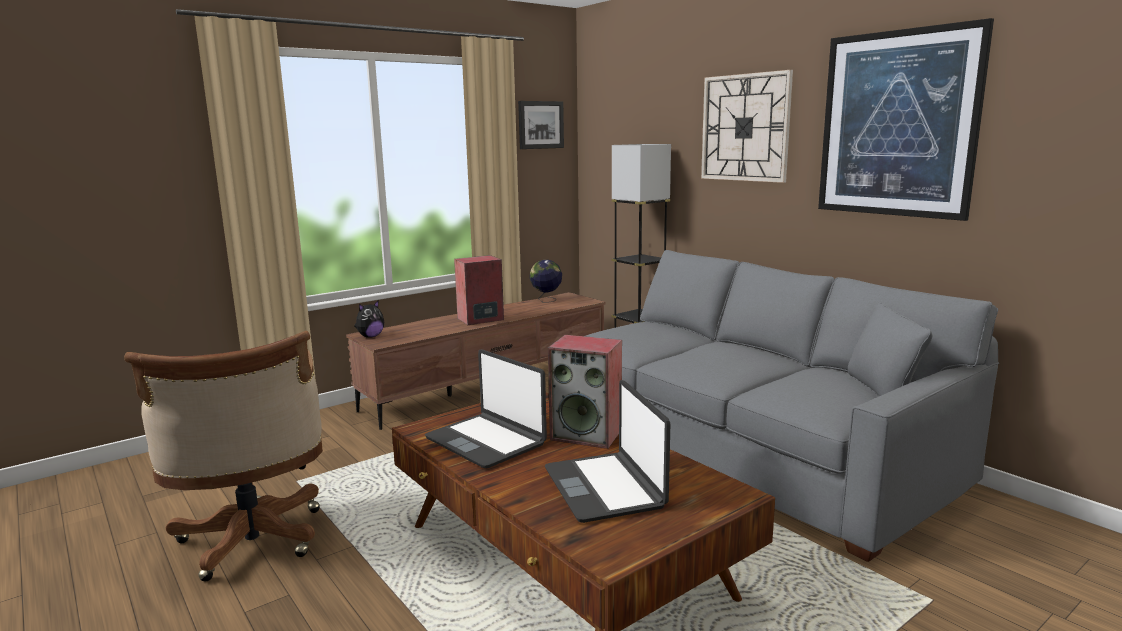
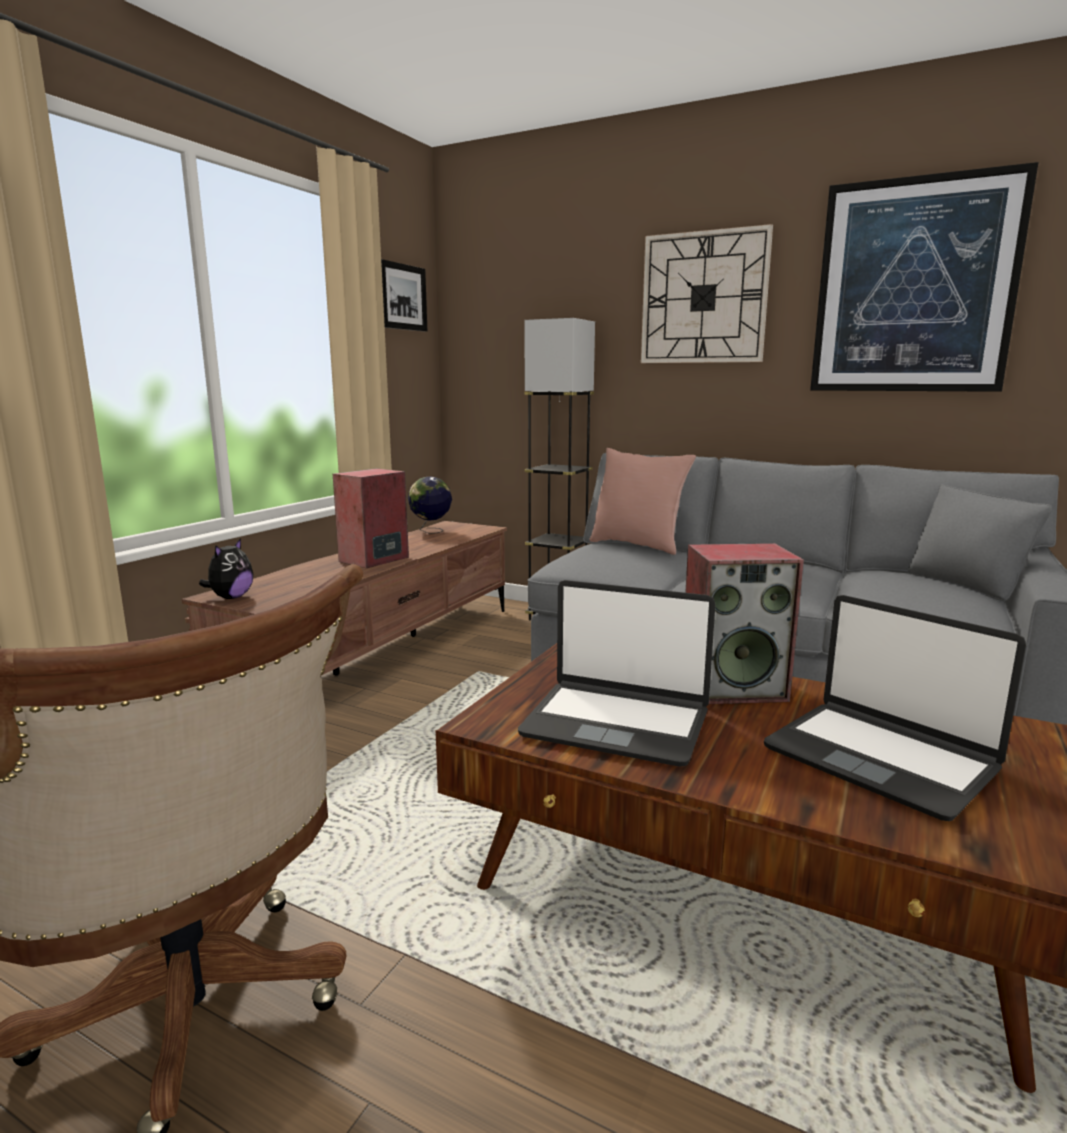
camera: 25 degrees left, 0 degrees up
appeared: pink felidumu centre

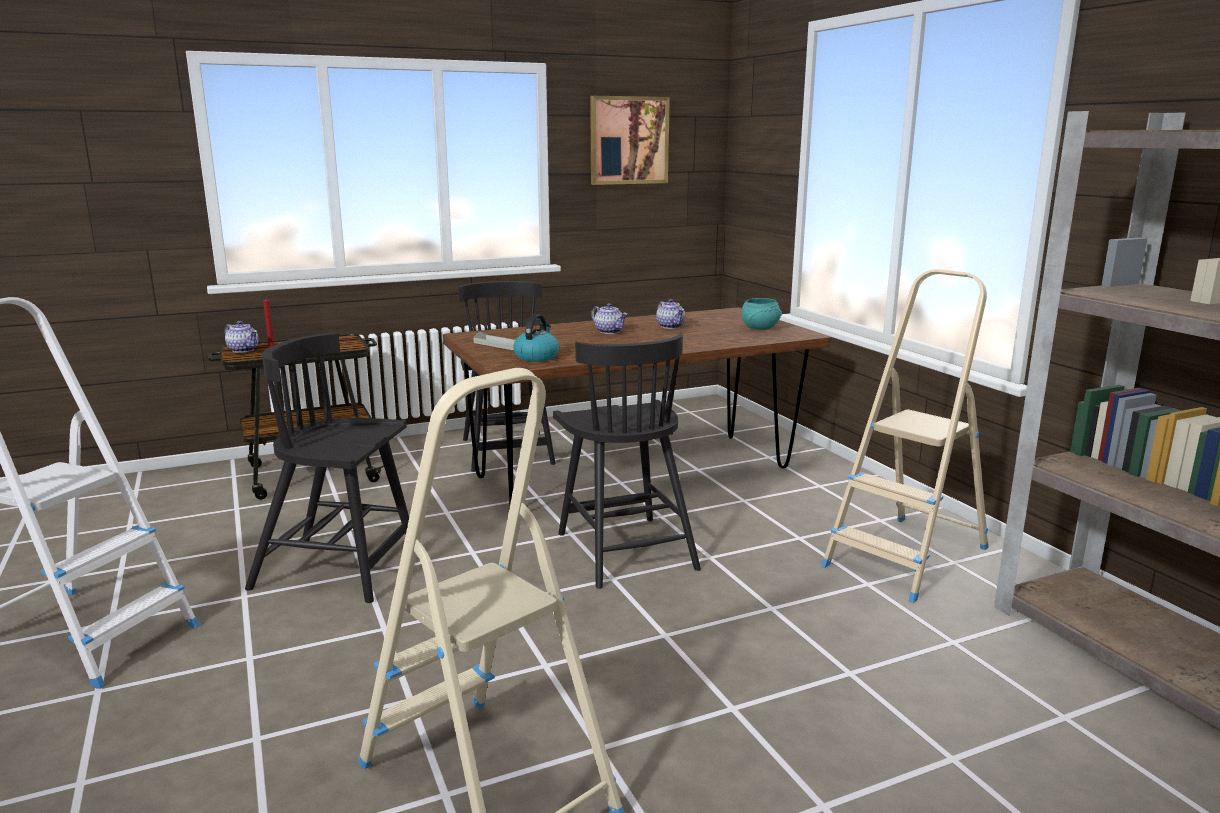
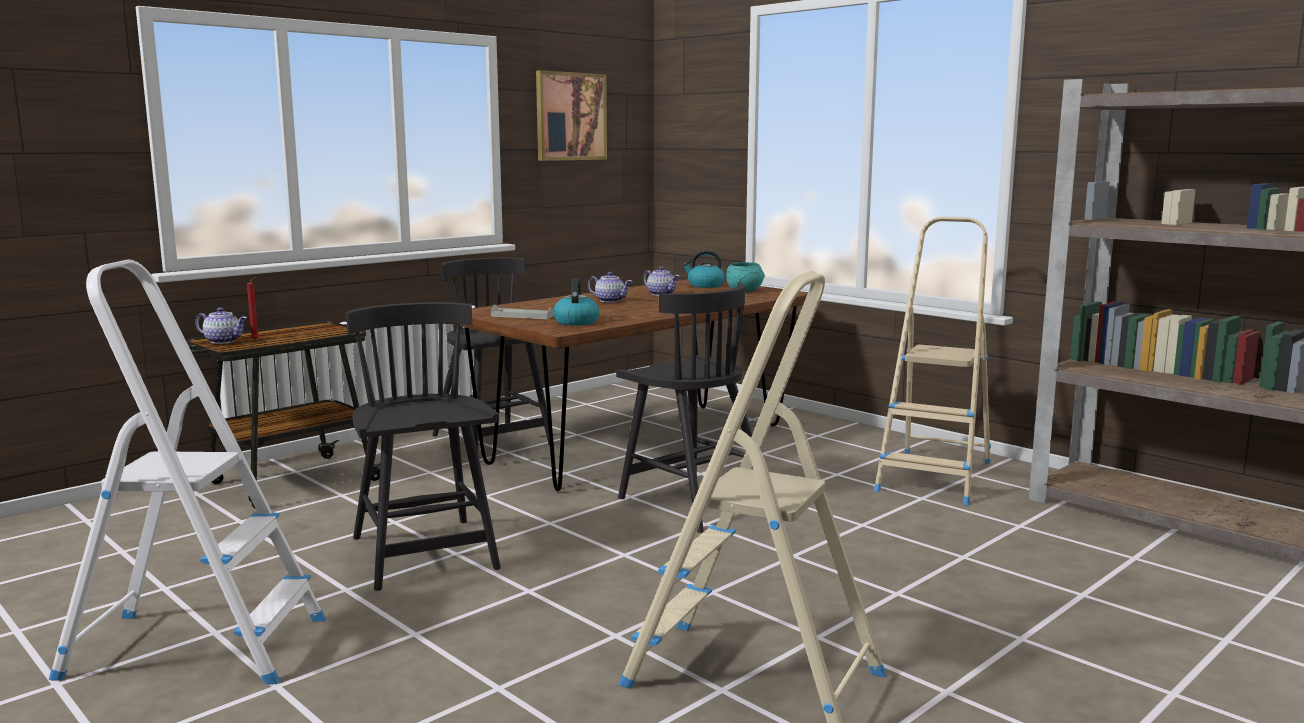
camera: 20 degrees left, 5 degrees down
appeared: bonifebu (no. 2 from left) centre
spun: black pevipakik (no. 1 from left) middle left = middle left 75 degrees clockwise

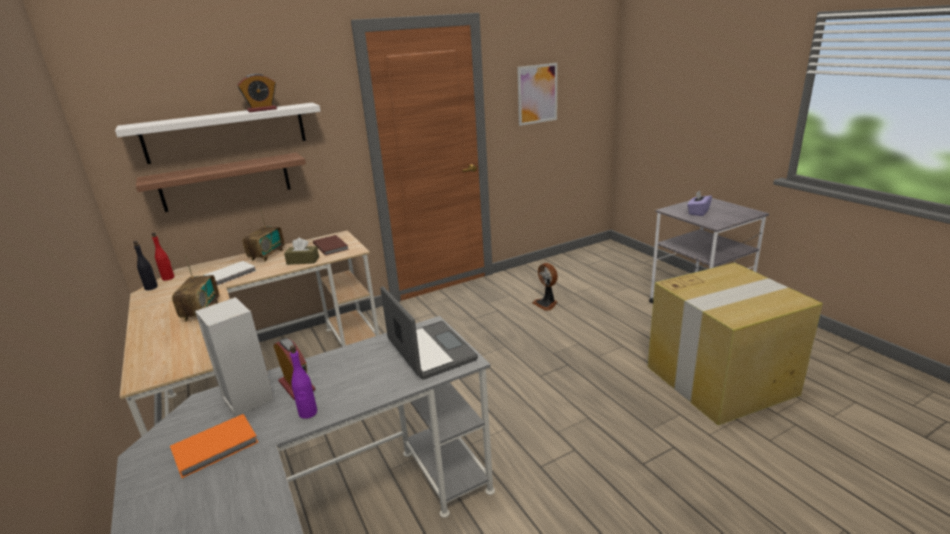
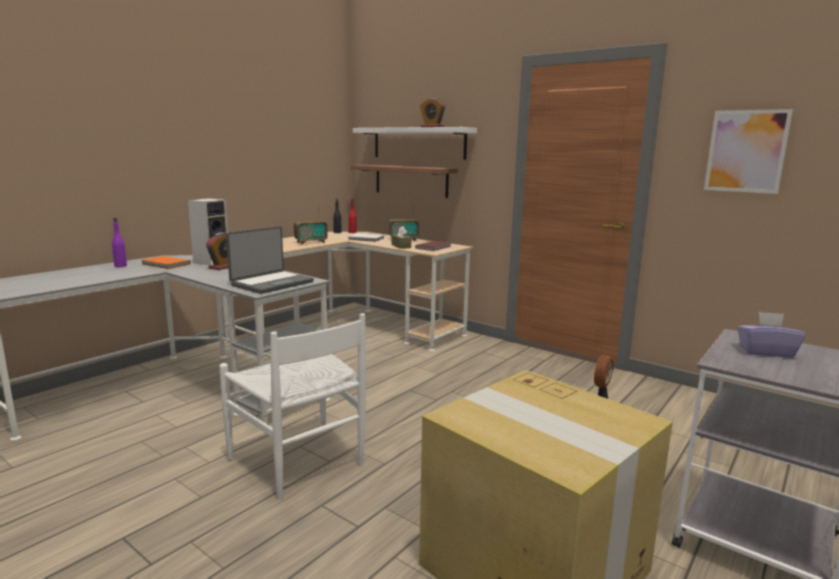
camera: 65 degrees right, 10 degrees down
appeared: white pevipakik bottom centre
relocated: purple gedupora bottom left to middle left

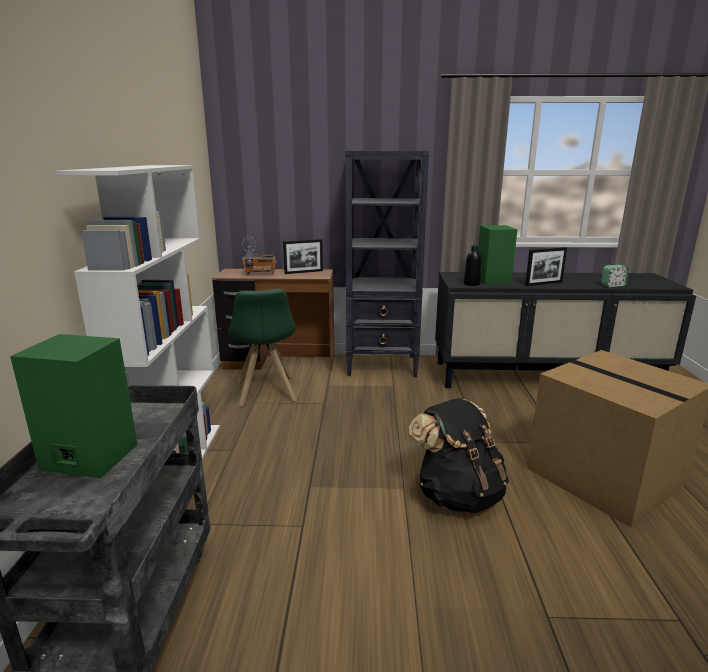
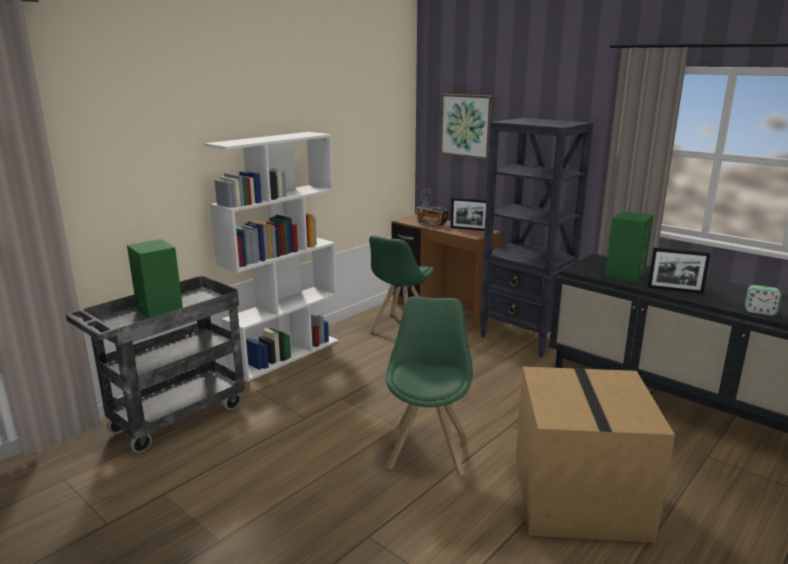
camera: 40 degrees right, 0 degrees up
missing: black gedupora middle right
appeared: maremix top centre
exchanged: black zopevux bottom centre to green pevipakik (no. 2 from left) bottom centre

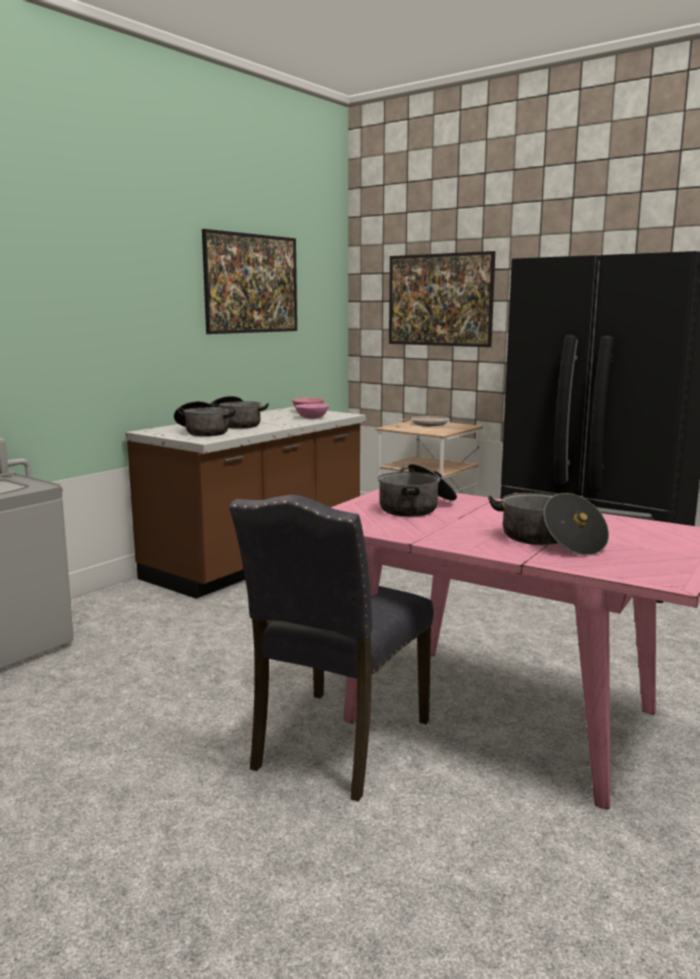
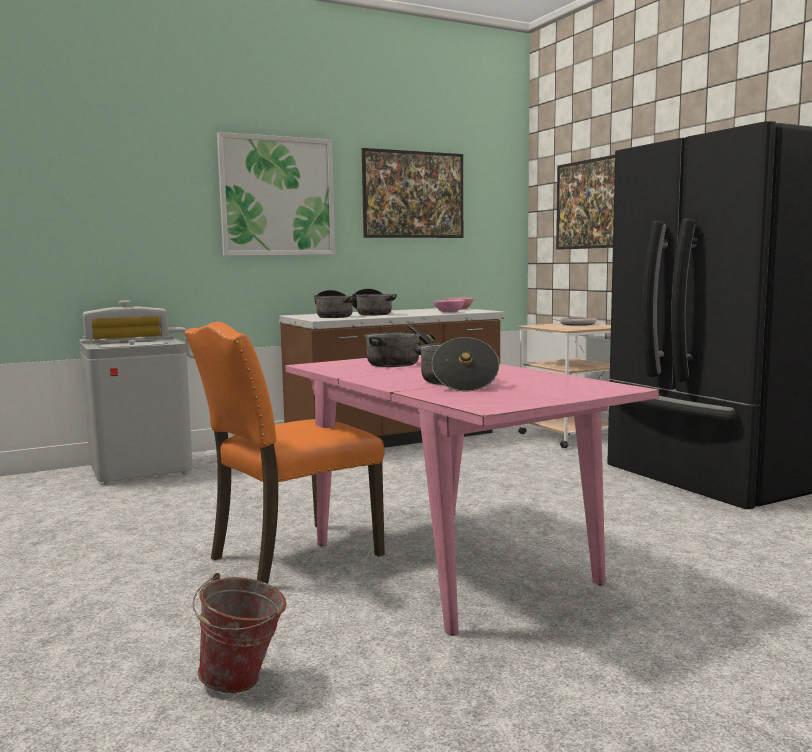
camera: 25 degrees right, 5 degrees down
appeared: maremix (no. 1 from left) top centre; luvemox bottom left
colour: grey pevipakik centre to orange pevipakik centre

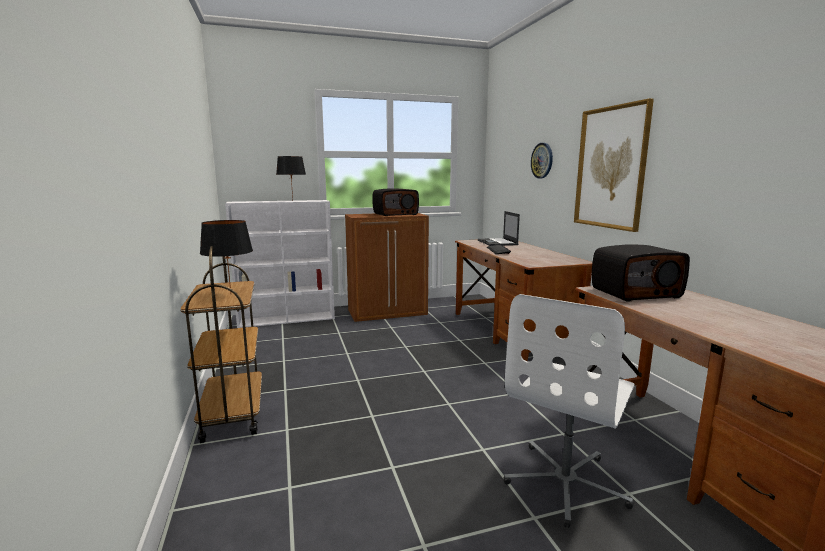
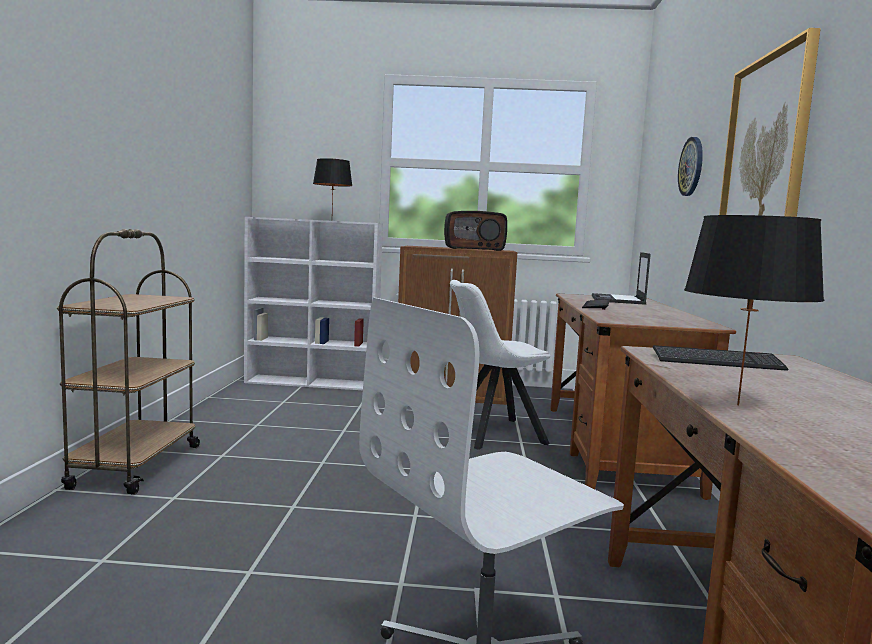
camera: 20 degrees right, 5 degrees down
appeared: white pevipakik centre
relocated: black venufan (no. 1 from left in the first image) middle left to black venufan (no. 2 from left) middle right
exchanged: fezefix (no. 2 from left) middle right to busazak (no. 2 from left) middle right

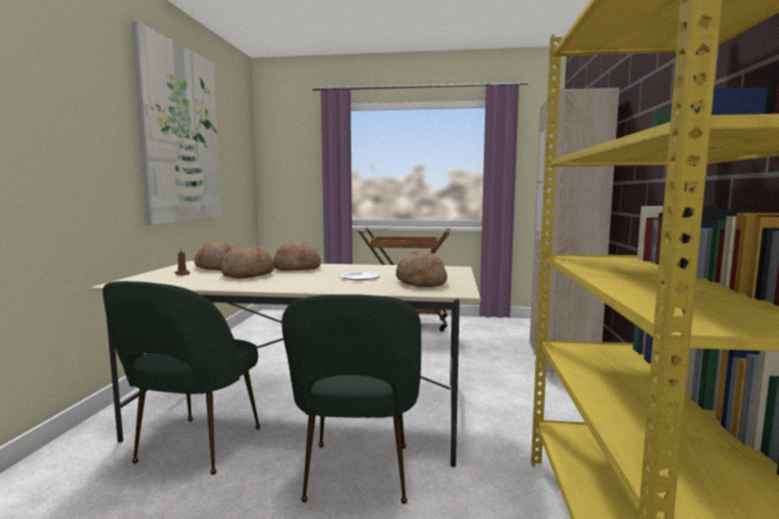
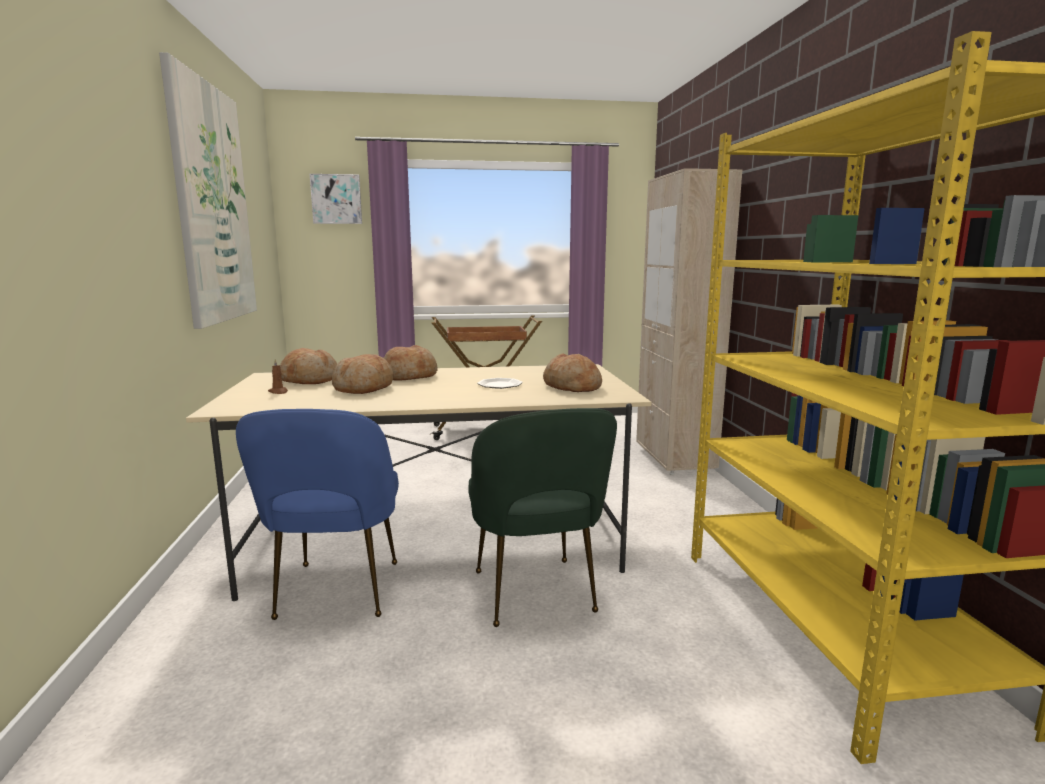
camera: 15 degrees left, 5 degrees up
appeared: maremix (no. 2 from left) top left
colour: green pevipakik (no. 1 from left) bottom left to blue pevipakik middle left

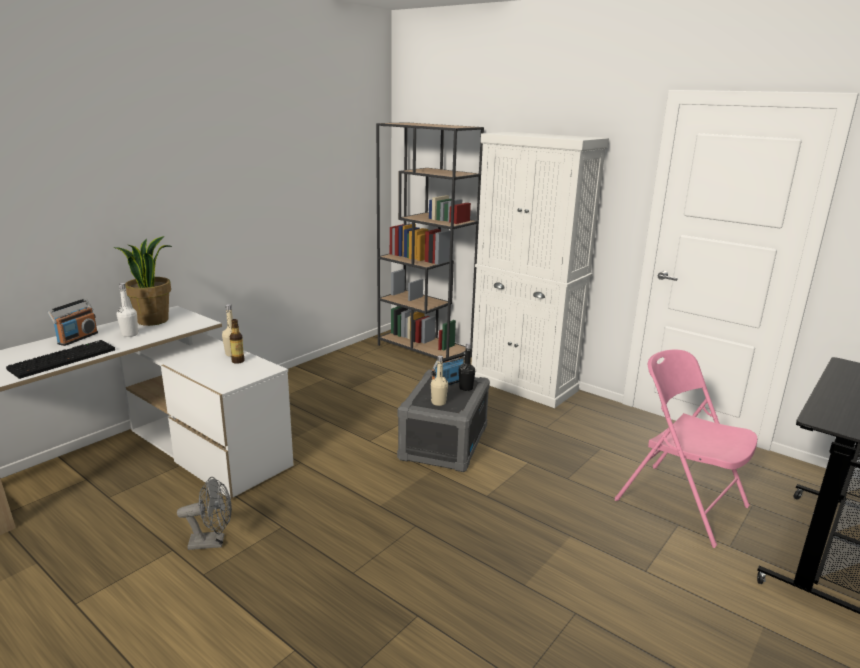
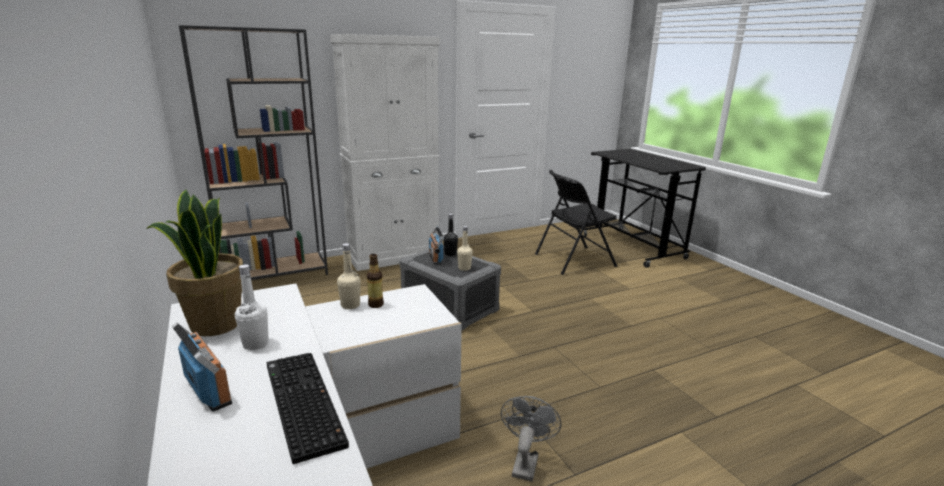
camera: 65 degrees left, 0 degrees up
colour: pink pevipakik bottom right to black pevipakik centre

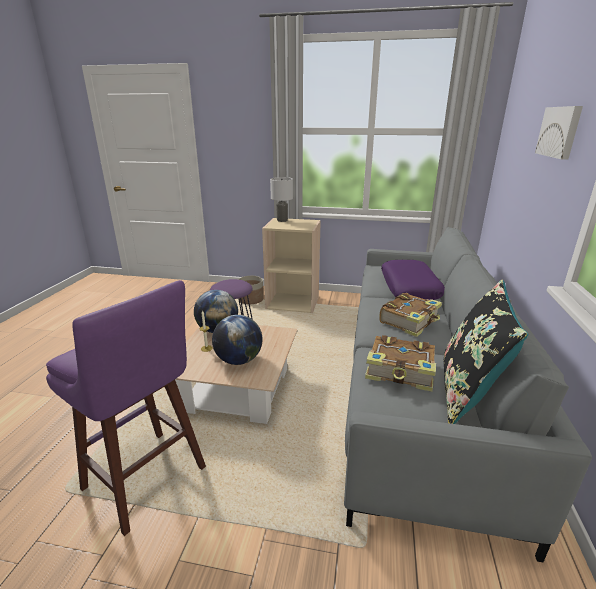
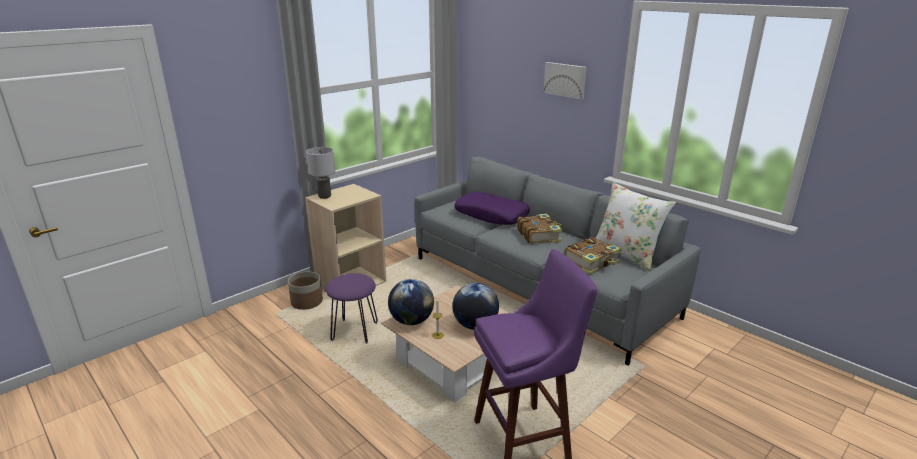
camera: 55 degrees left, 0 degrees up
colour: black felidumu middle right to white felidumu middle right

